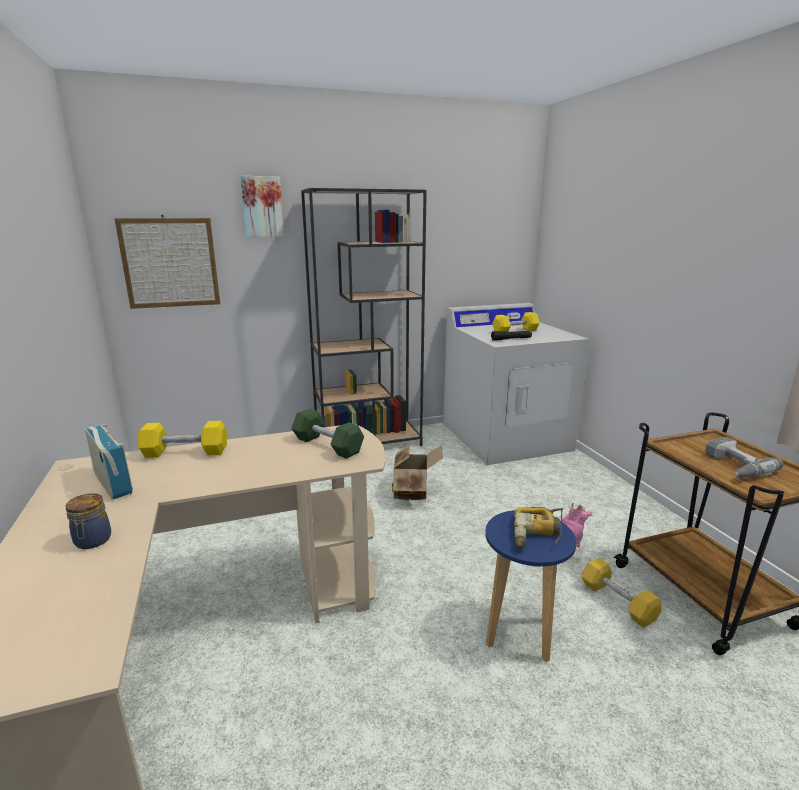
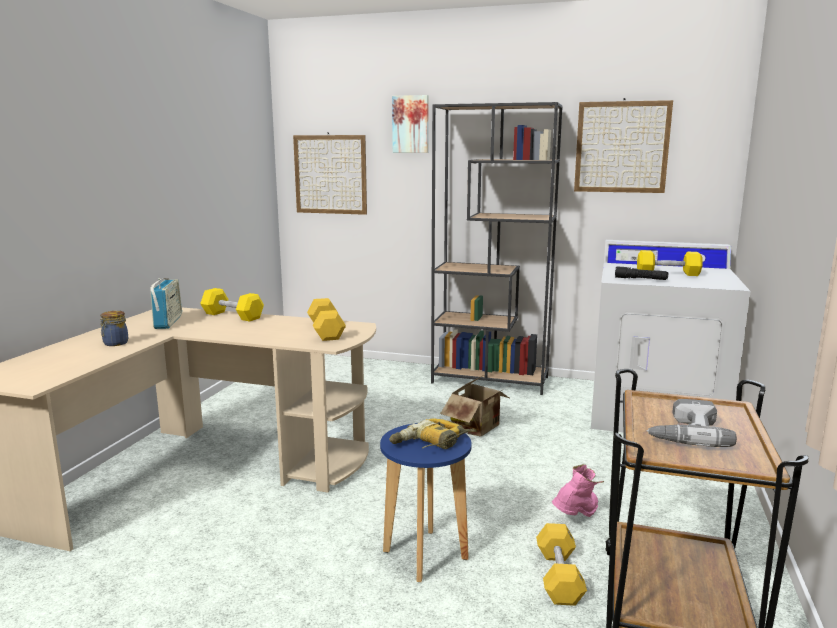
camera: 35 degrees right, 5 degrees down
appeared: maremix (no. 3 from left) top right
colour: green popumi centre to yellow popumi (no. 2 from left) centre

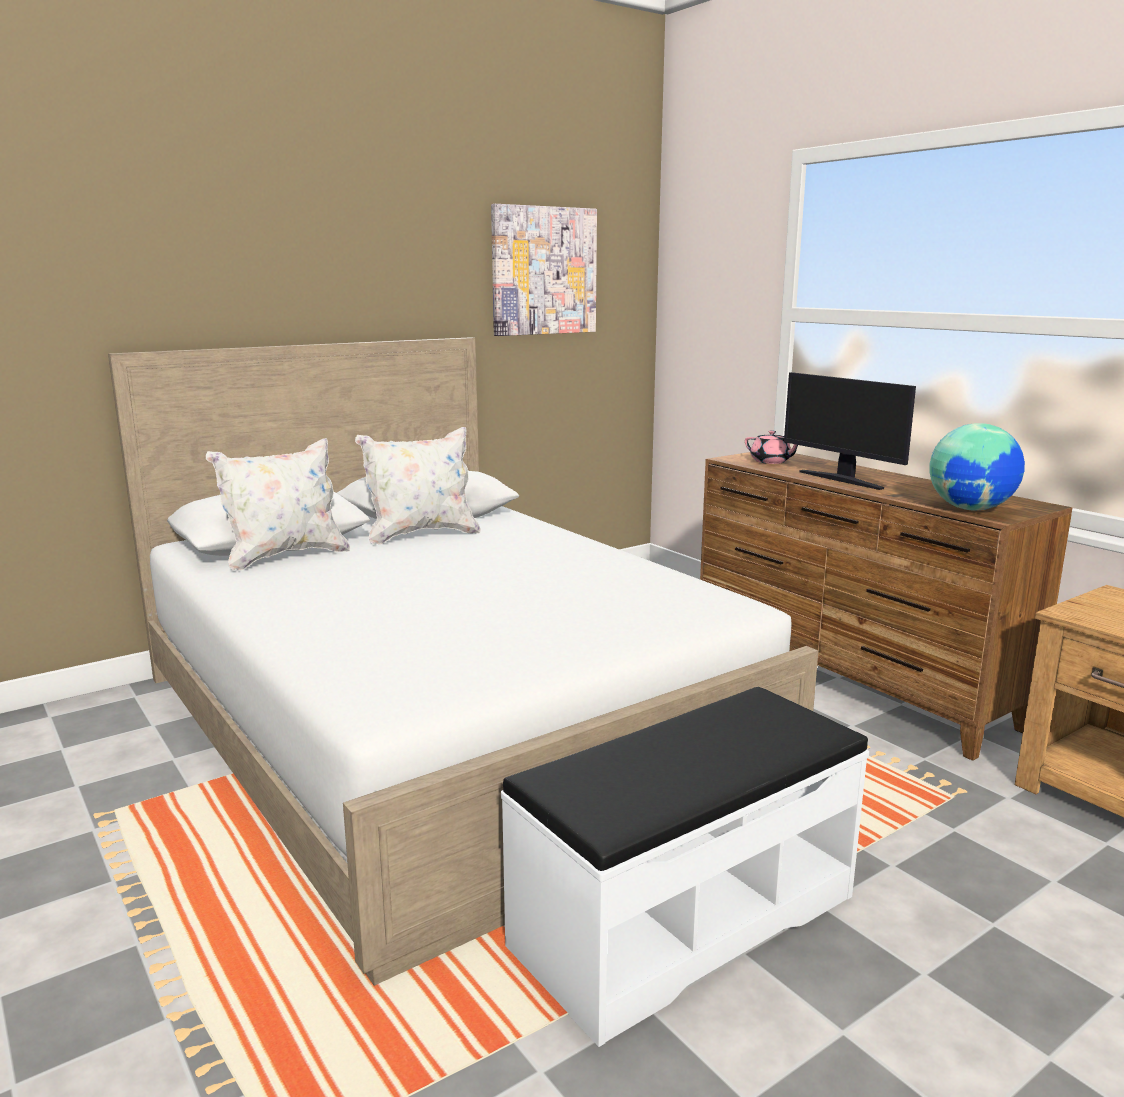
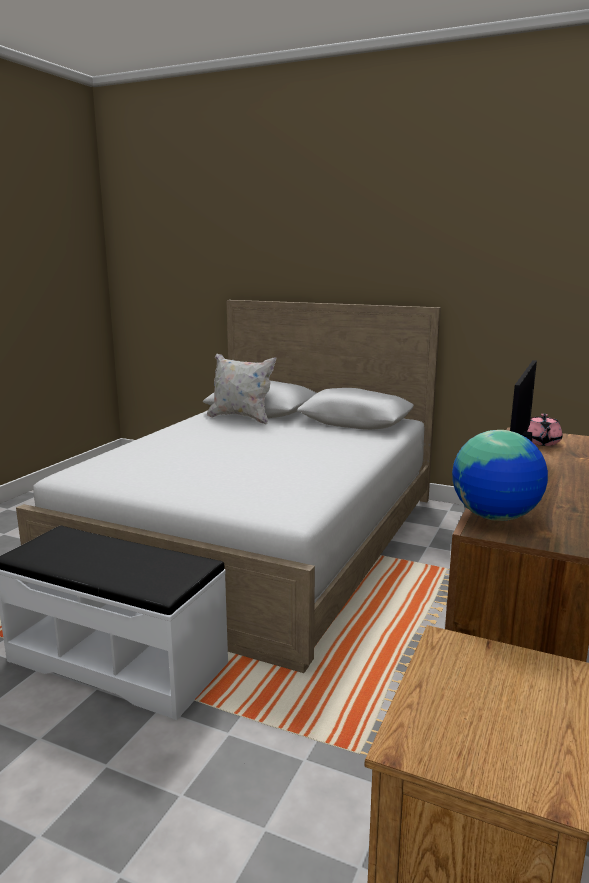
camera: 60 degrees right, 0 degrees up
missing: maremix top centre; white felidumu (no. 2 from left) centre

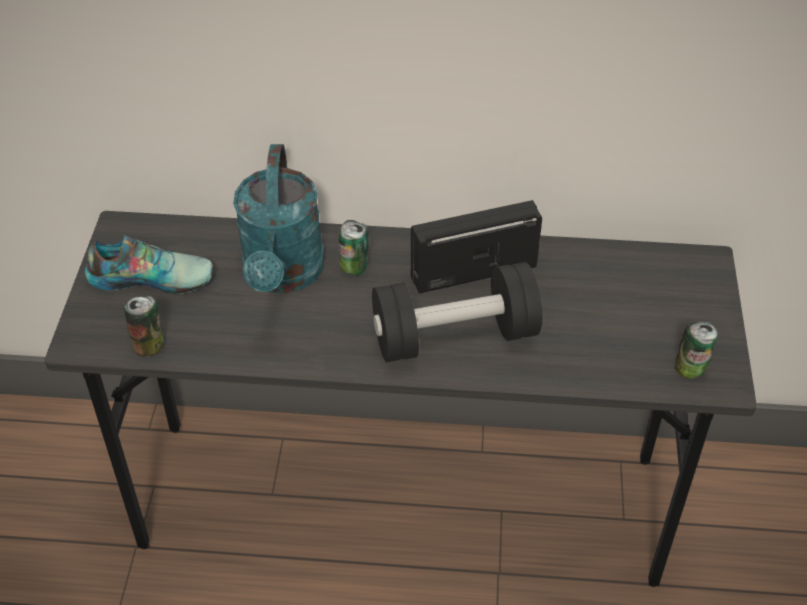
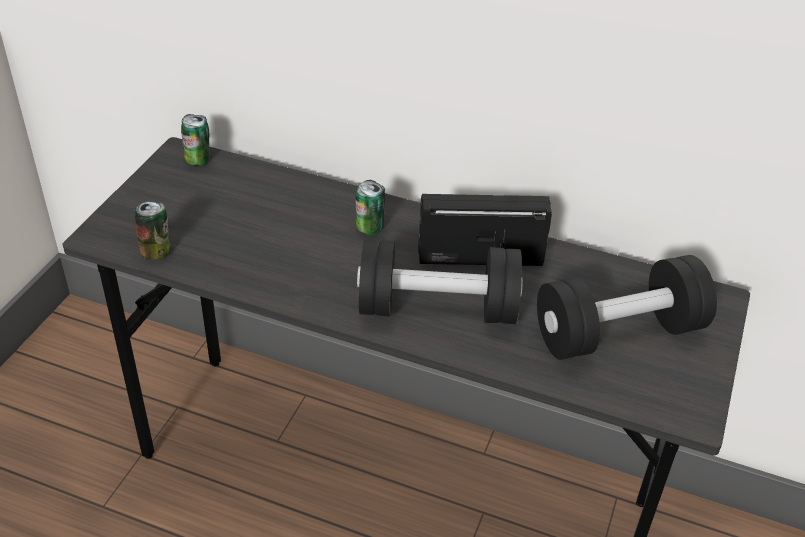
camera: 15 degrees right, 5 degrees down
missing: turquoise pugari centre; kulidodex middle left
appeared: black popumi (no. 2 from left) middle right
relocated: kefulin (no. 3 from left in the first image) middle right to kefulin (no. 2 from left) top left

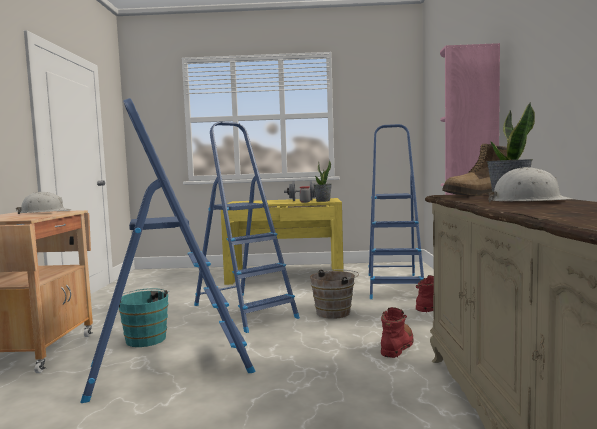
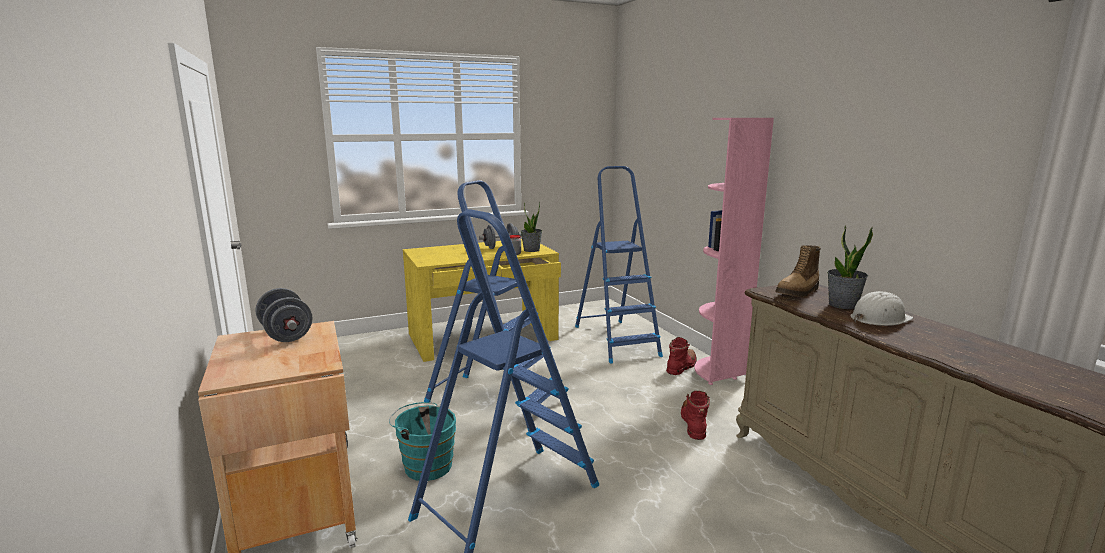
camera: 25 degrees left, 10 degrees up
missing: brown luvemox bottom centre
exchanged: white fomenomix (no. 1 from left) middle left to grey popumi (no. 1 from left) middle left

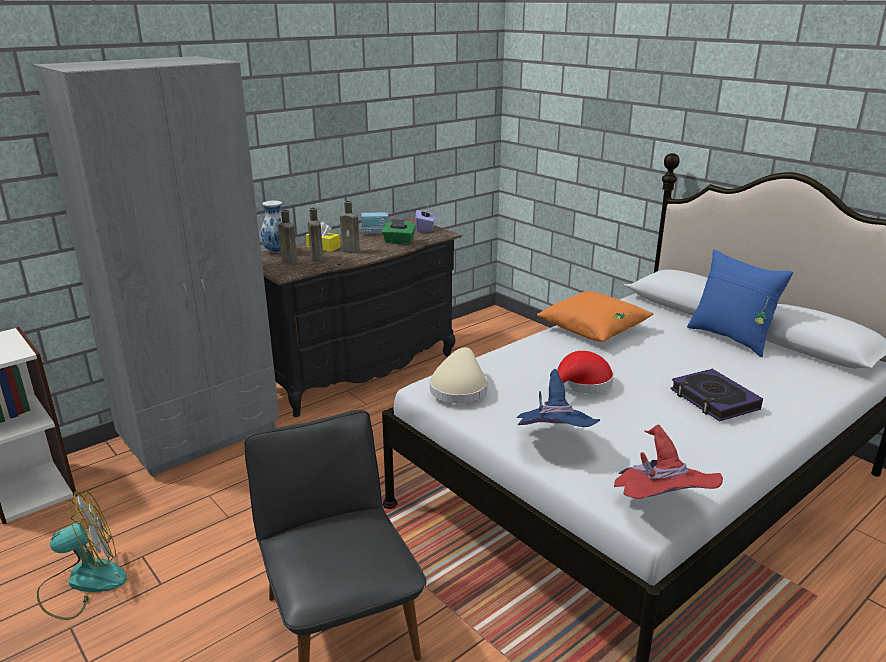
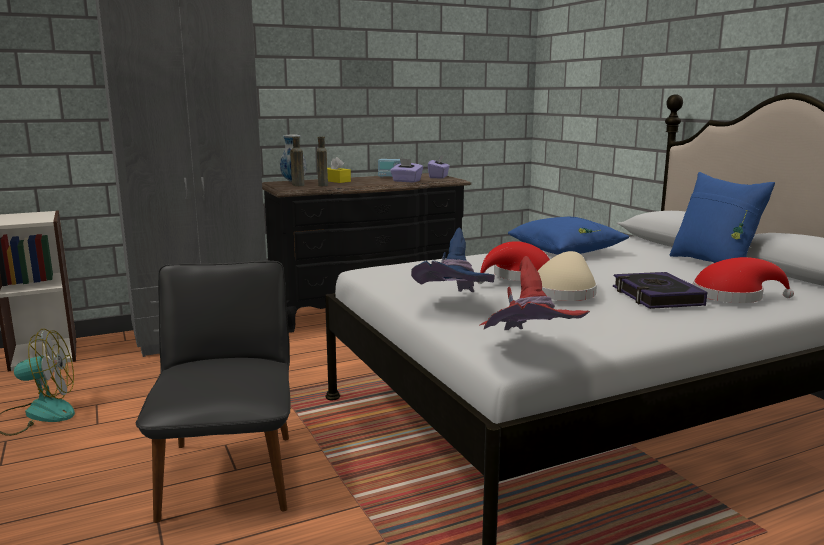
camera: 15 degrees right, 10 degrees down
missing: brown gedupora (no. 3 from left) centre
appeared: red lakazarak (no. 3 from left) middle right
relocated: beige lakazarak centre to middle right
colour: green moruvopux centre to purple moruvopux (no. 1 from left) top centre; orange felidumu middle right to blue felidumu (no. 1 from left) middle right

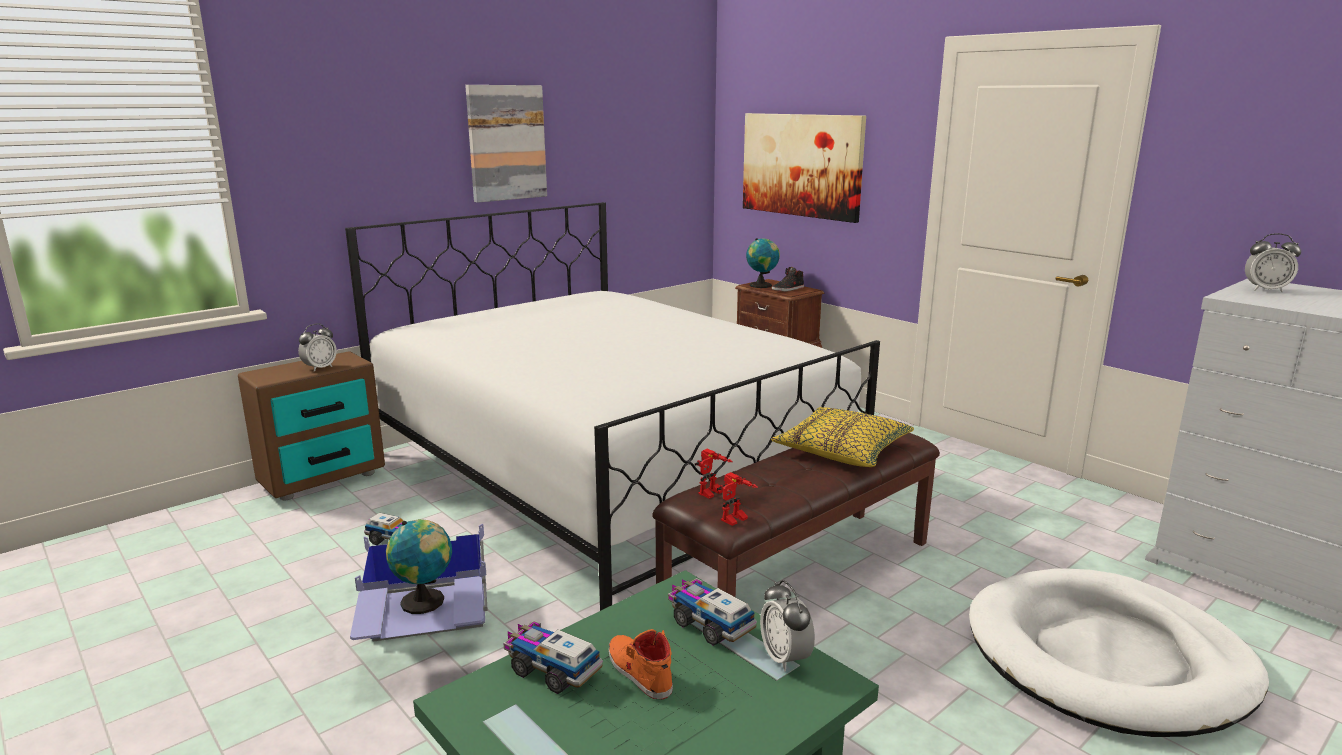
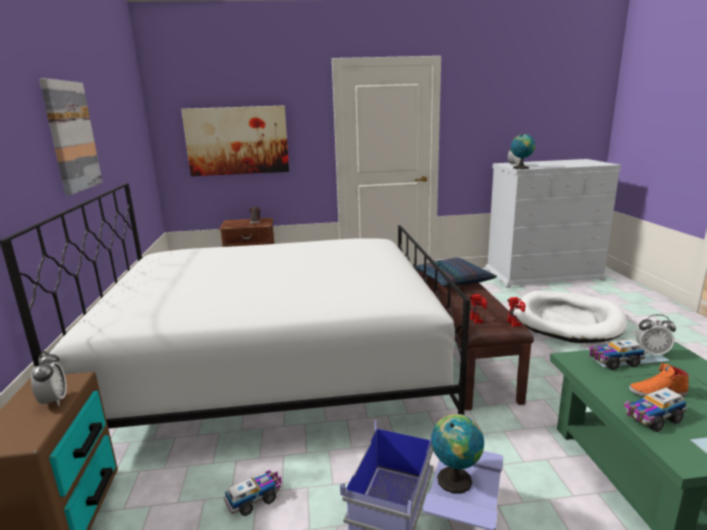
camera: 55 degrees left, 0 degrees up
relocated: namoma (no. 2 from left) centre to top right
colour: yellow felidumu centre to blue felidumu centre

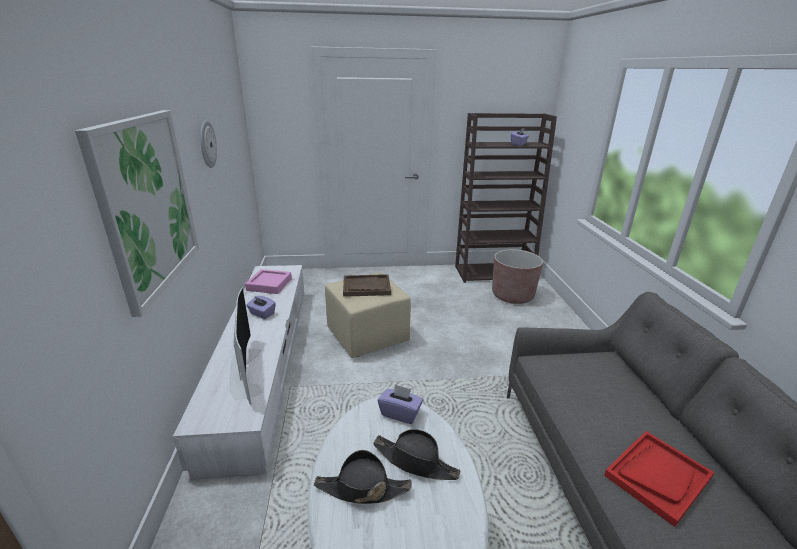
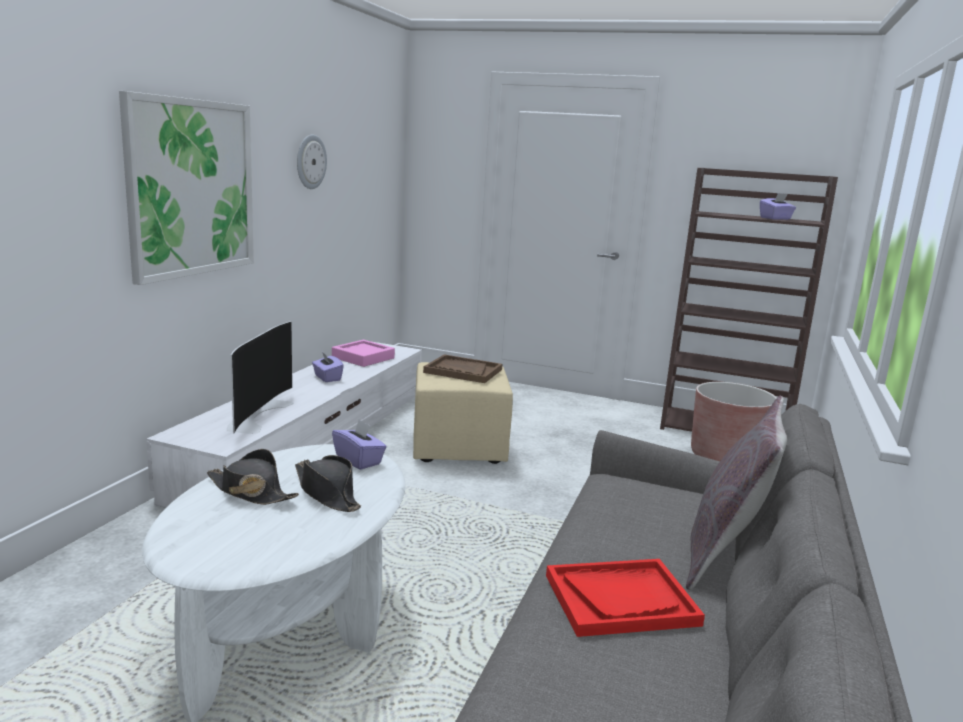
camera: 25 degrees right, 10 degrees down
appeared: grey felidumu bottom right

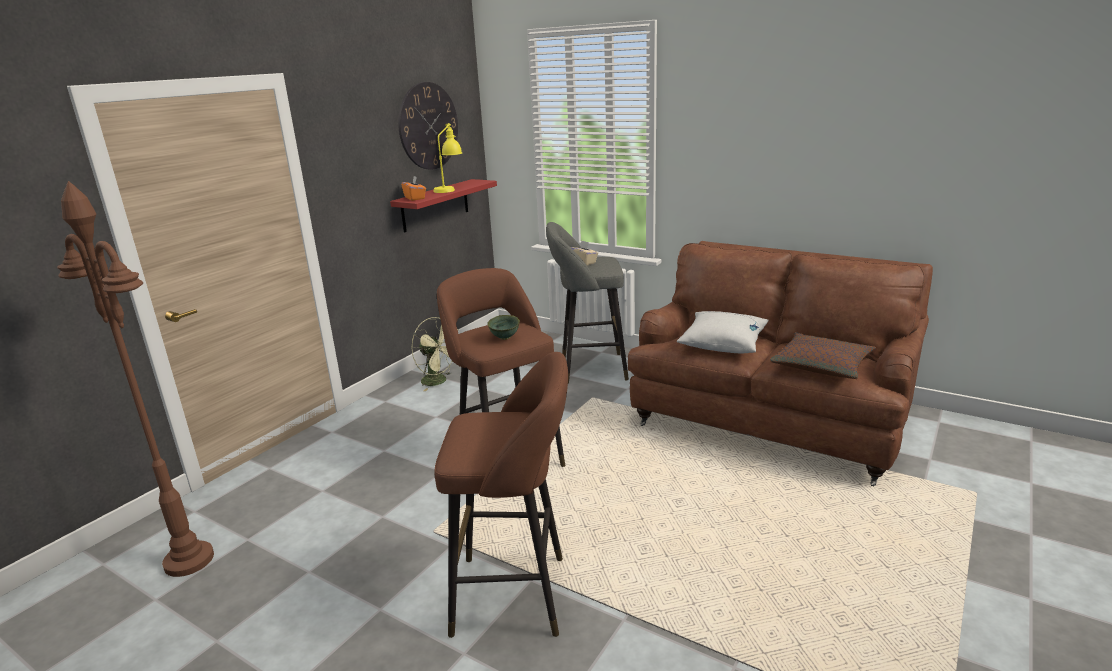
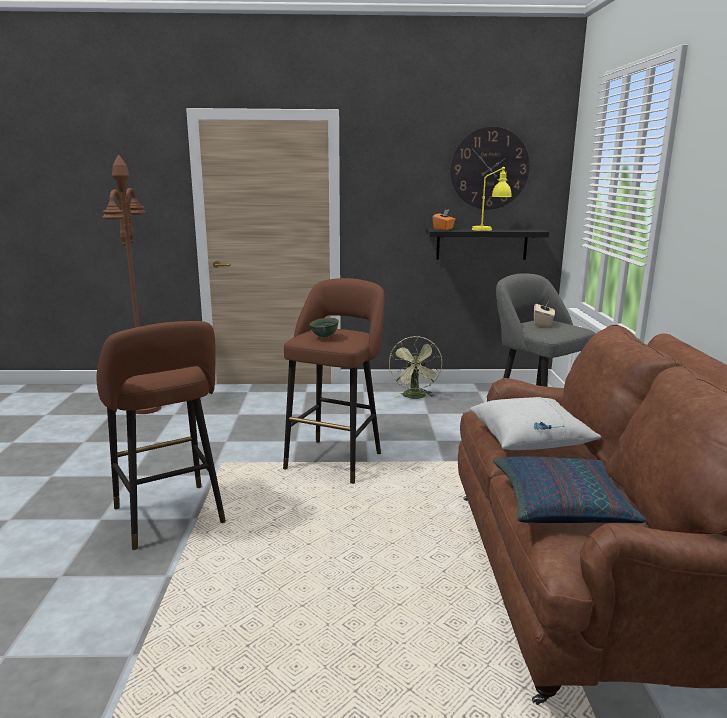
camera: 55 degrees right, 5 degrees down
colour: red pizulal top centre to black pizulal middle right; brown felidumu middle right to blue felidumu bottom right

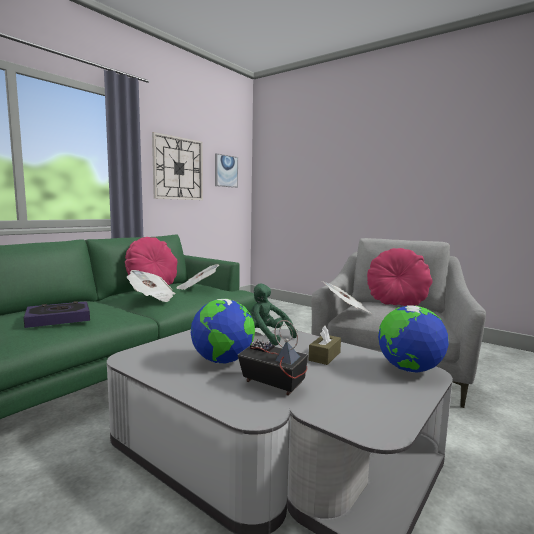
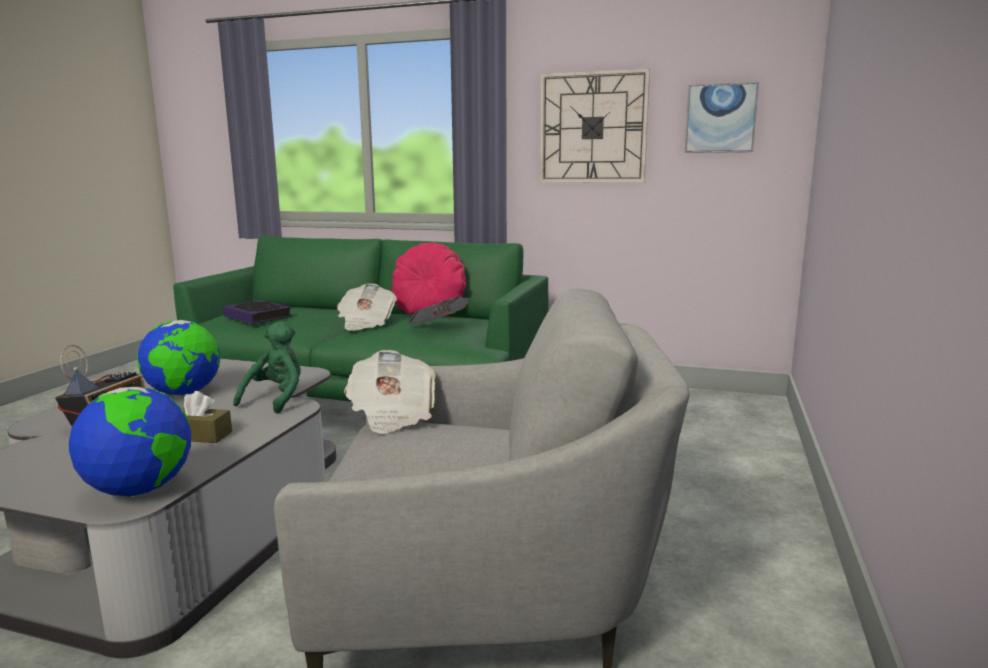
camera: 70 degrees right, 5 degrees up
missing: pink felidumu (no. 2 from left) middle right

